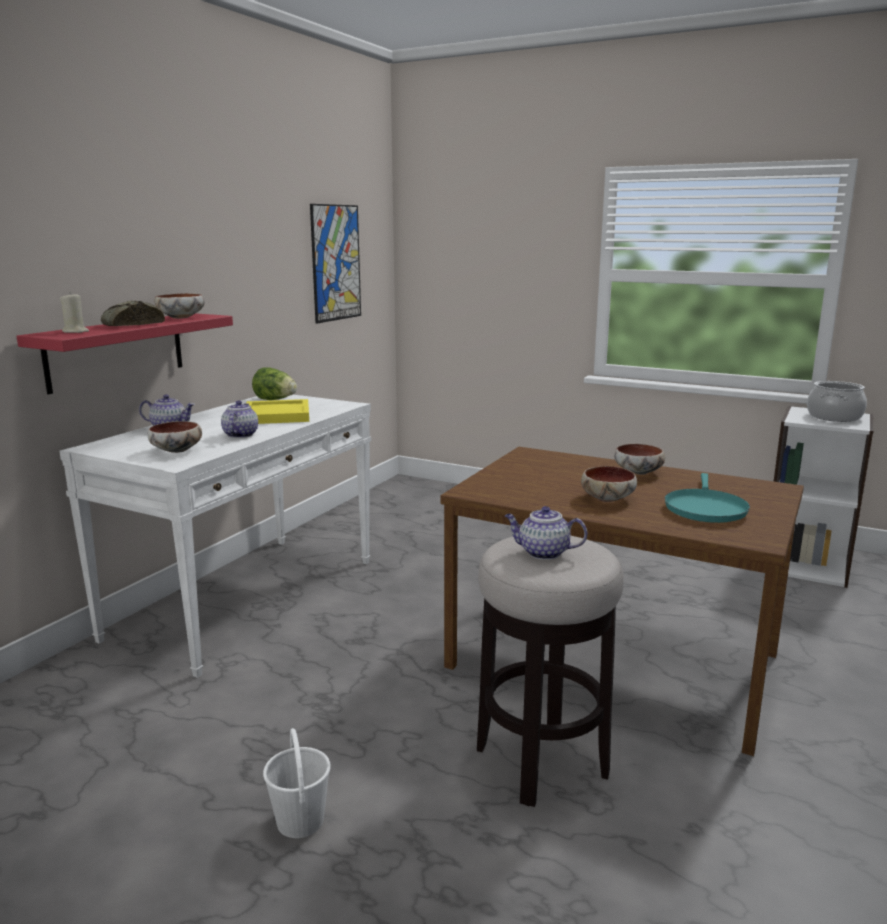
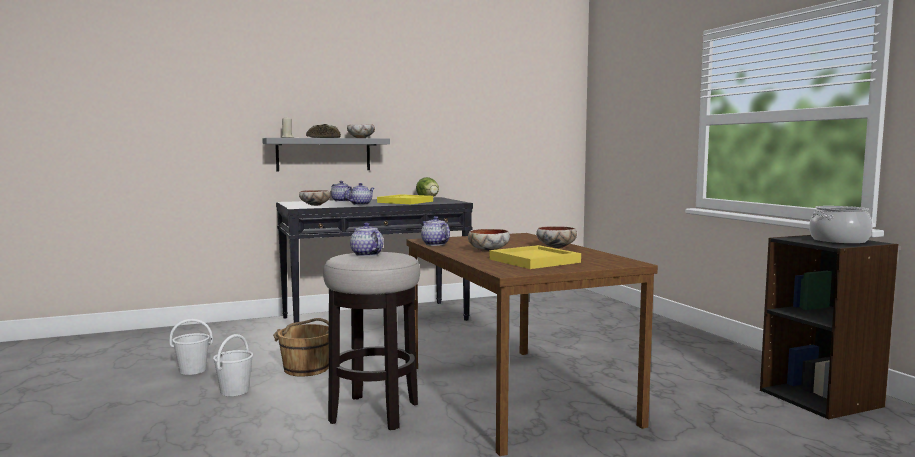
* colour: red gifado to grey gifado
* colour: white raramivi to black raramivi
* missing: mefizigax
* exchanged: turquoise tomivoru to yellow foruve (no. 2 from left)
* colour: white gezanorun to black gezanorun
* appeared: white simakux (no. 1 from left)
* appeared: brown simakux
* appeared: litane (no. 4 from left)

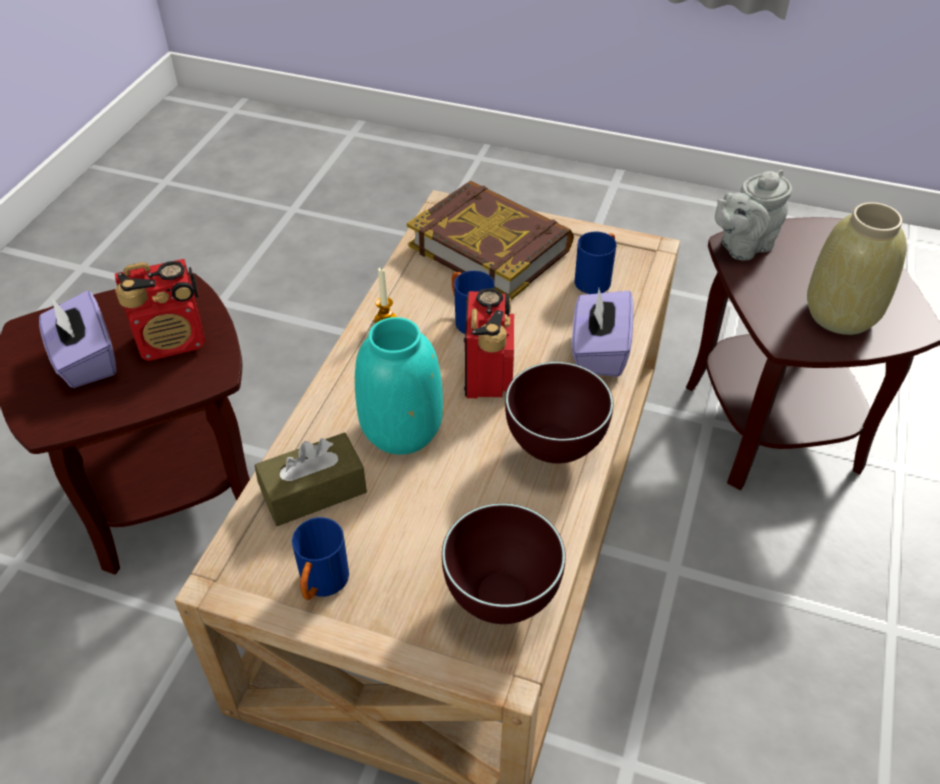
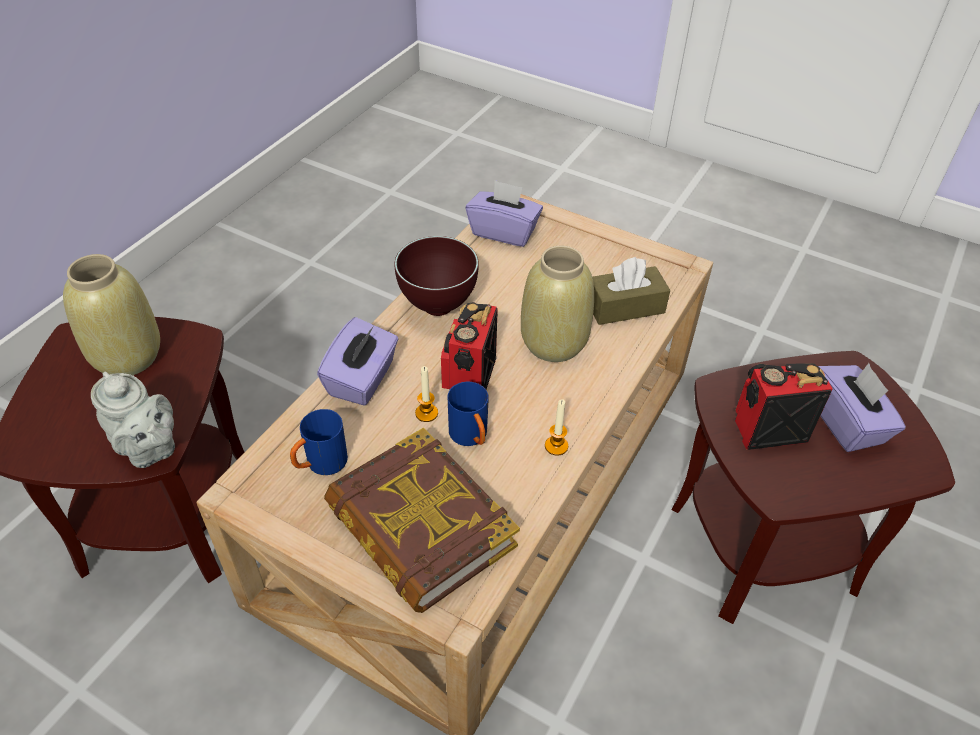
* missing: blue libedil (no. 1 from left)
* colour: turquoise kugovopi to beige kugovopi (no. 2 from left)
* exchanged: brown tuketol (no. 1 from left) to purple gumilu (no. 2 from left)
* spun: grey litane 60 degrees clockwise
* appeared: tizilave (no. 1 from left)

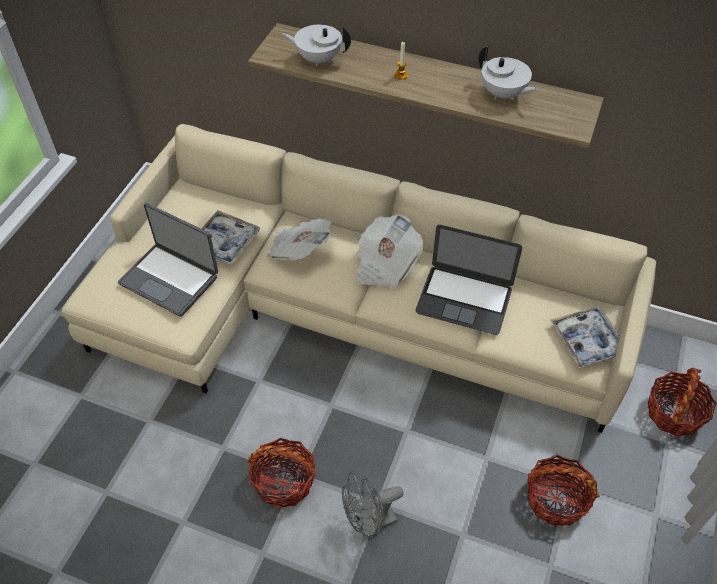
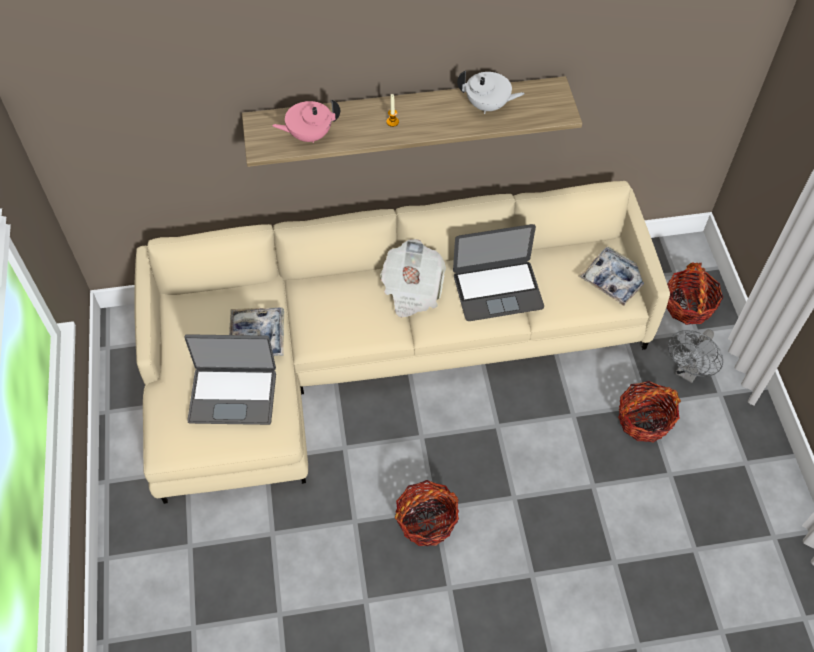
* missing: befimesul (no. 1 from left)
* colour: white litane (no. 1 from left) to pink litane
* relocated: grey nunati

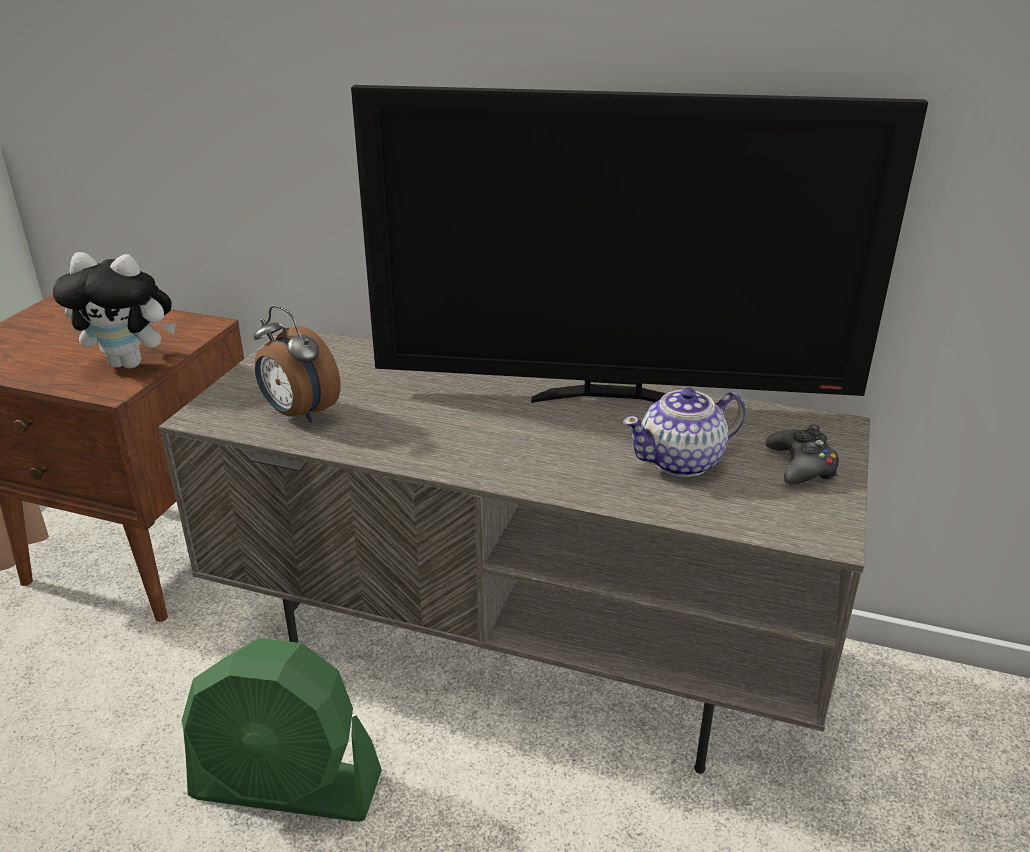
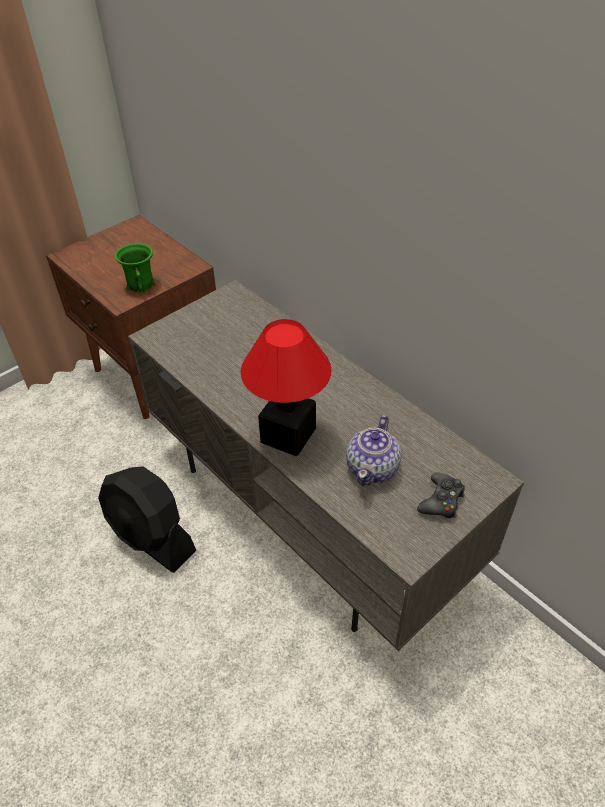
* exchanged: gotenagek to green libedil
* colour: green nunati to black nunati
* missing: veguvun
* missing: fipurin
* spun: litane 75 degrees counterclockwise
* appeared: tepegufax

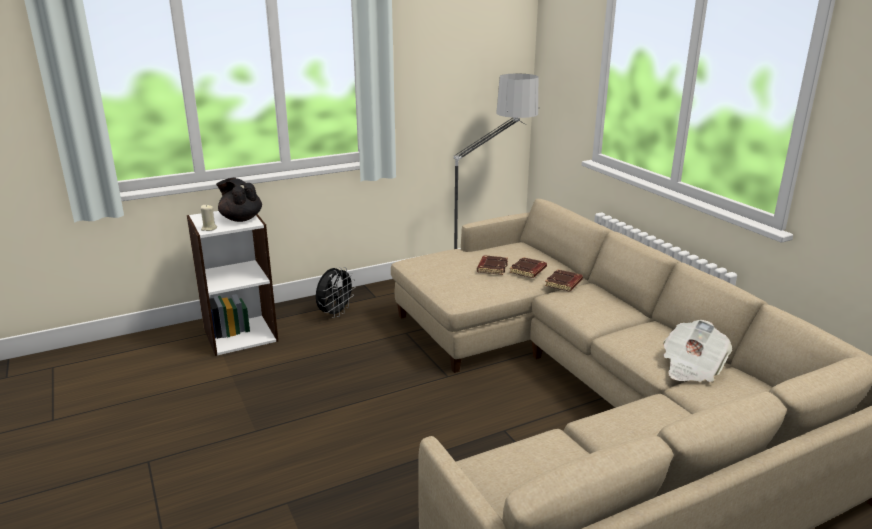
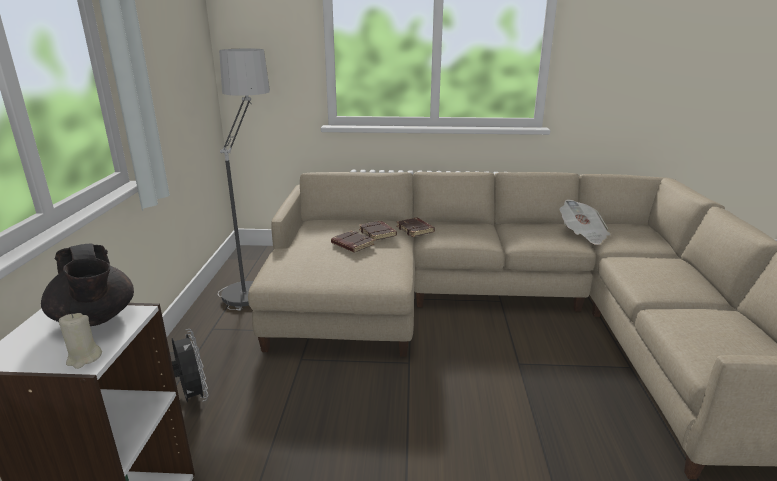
* spun: black litane 105 degrees counterclockwise

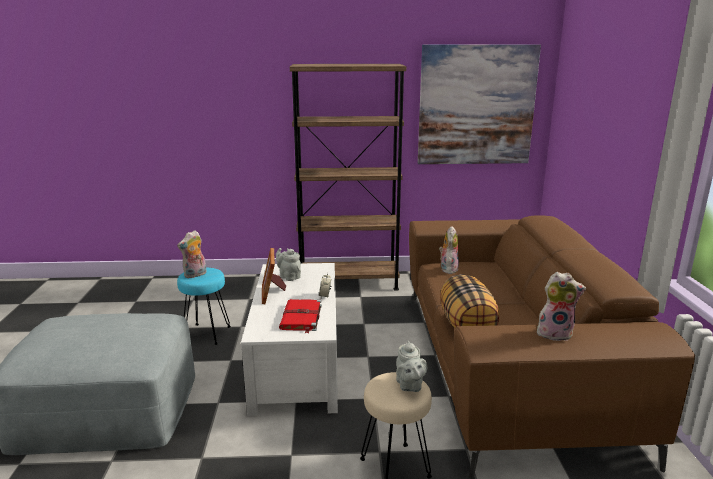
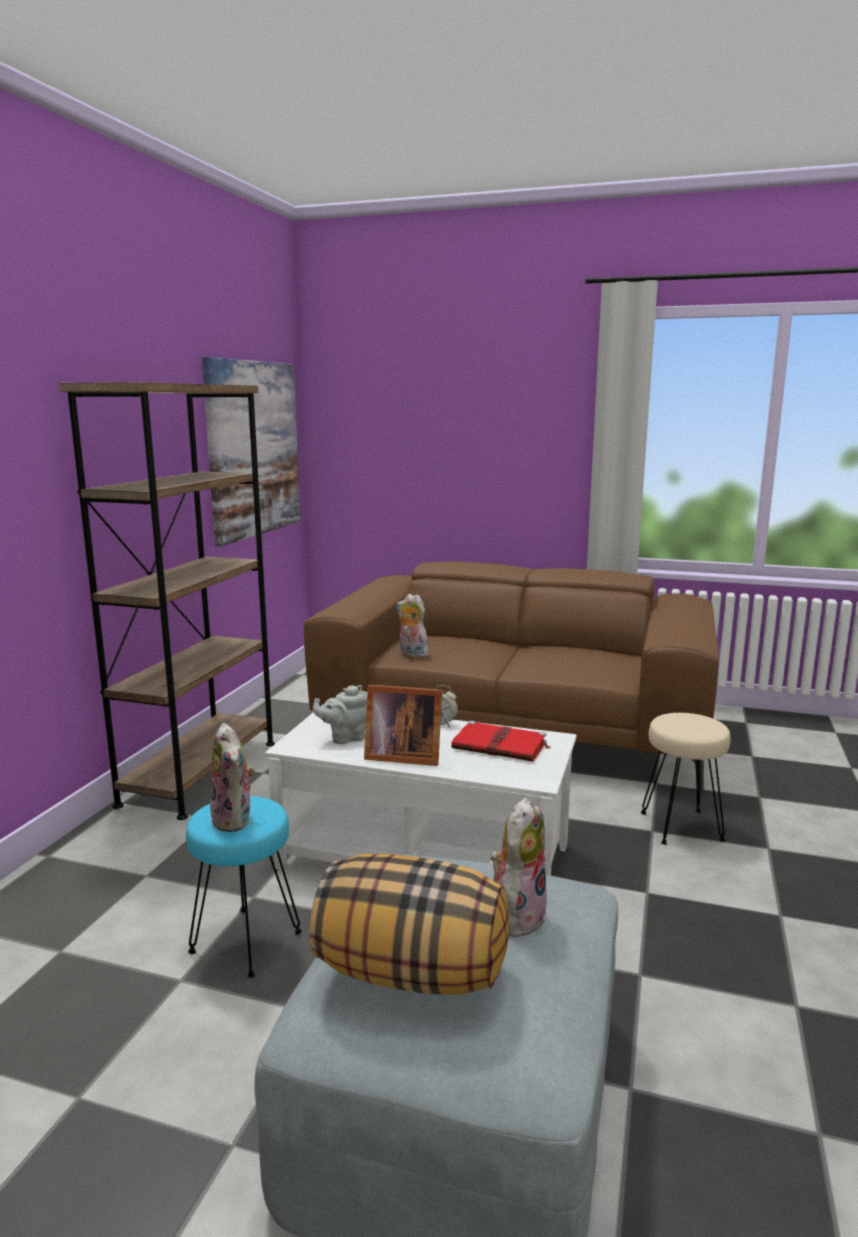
* missing: grey litane (no. 2 from left)
* relocated: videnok
* relocated: gotenagek (no. 3 from left)

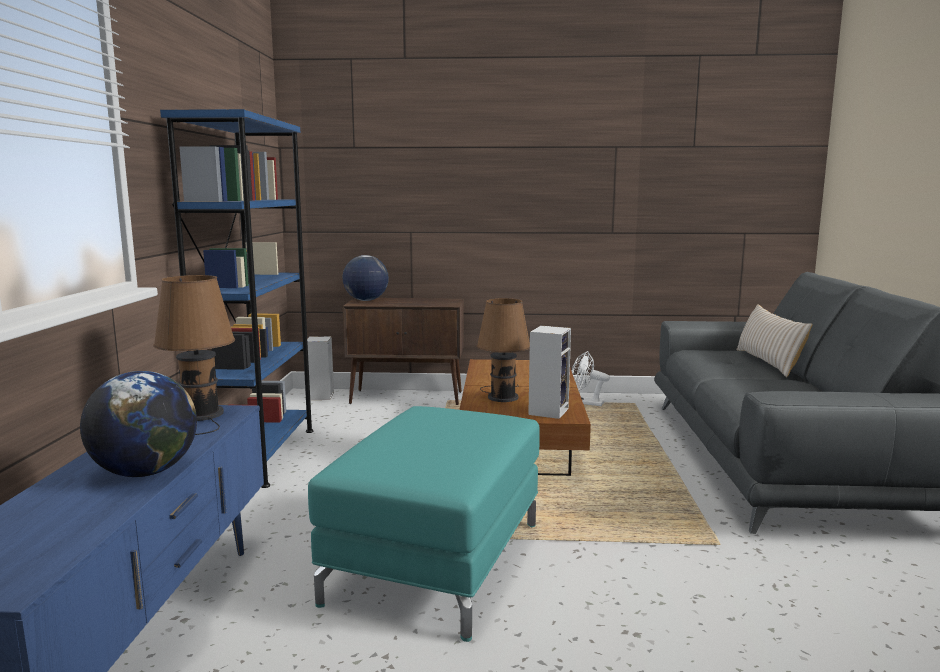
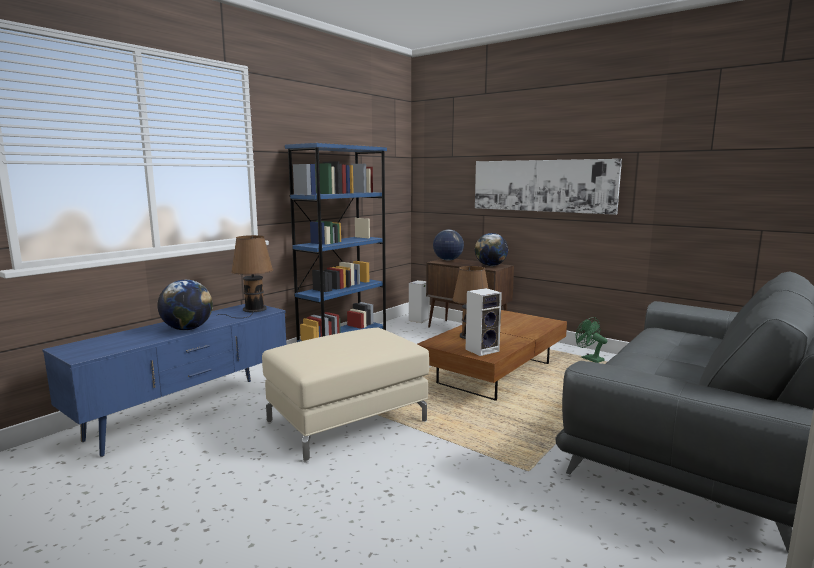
* colour: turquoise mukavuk to beige mukavuk
* colour: white nunati to green nunati
* missing: beige videnok
* appeared: mefizigax
* appeared: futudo (no. 3 from left)

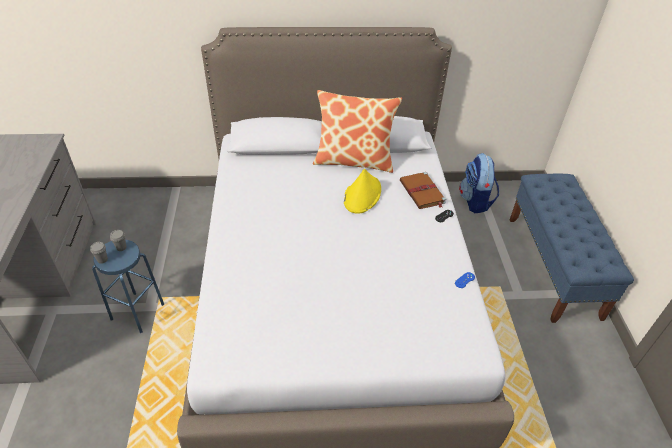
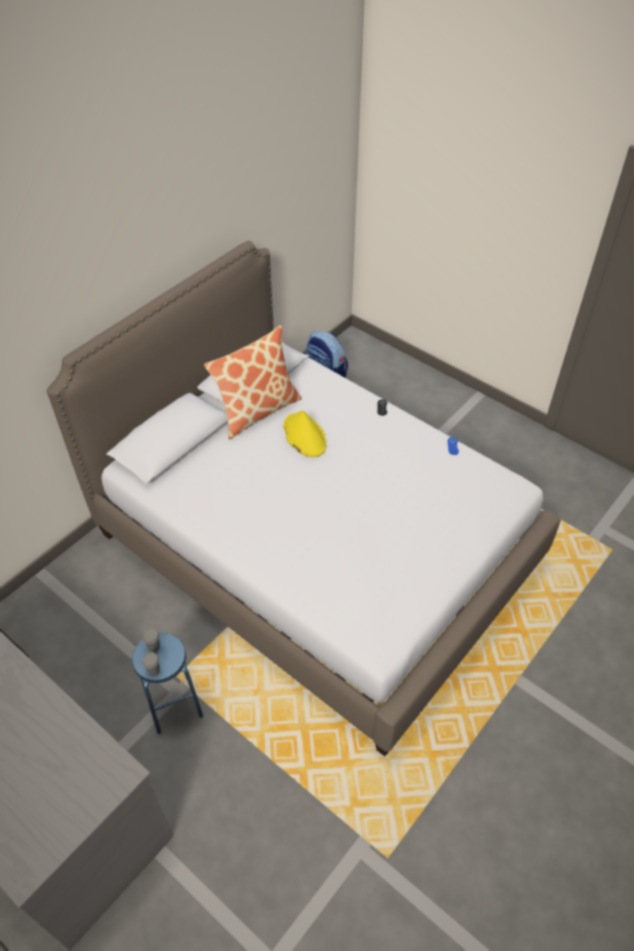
* missing: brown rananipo
* missing: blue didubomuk

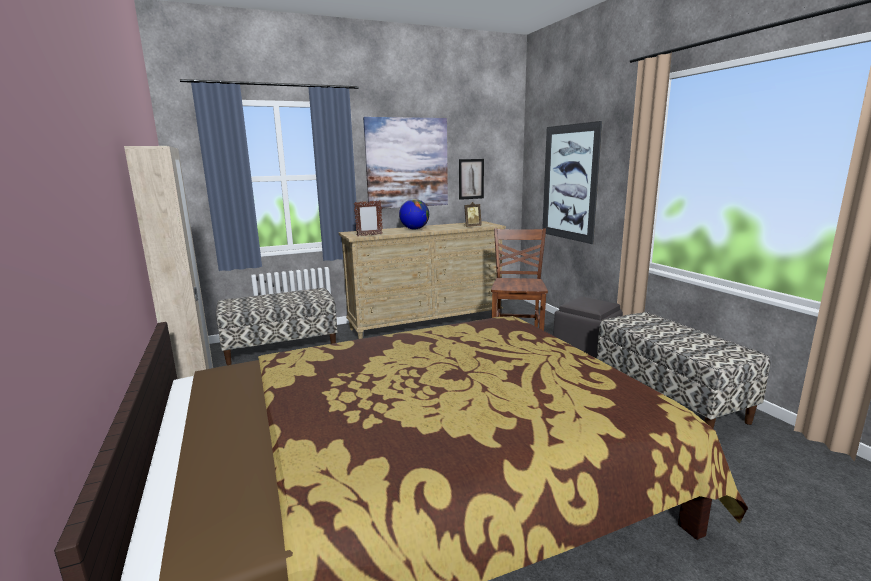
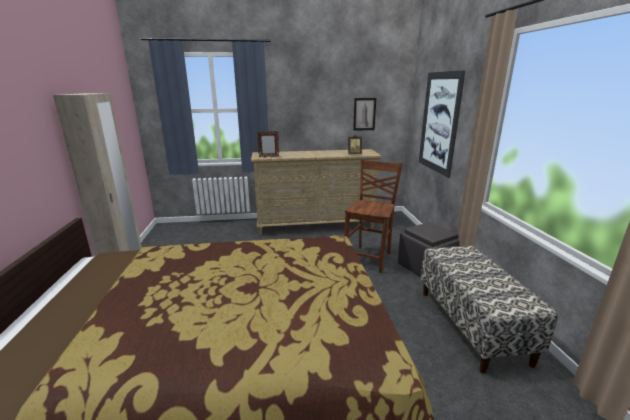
* missing: didubomuk (no. 1 from left)
* missing: mefizigax (no. 1 from left)
* missing: futudo

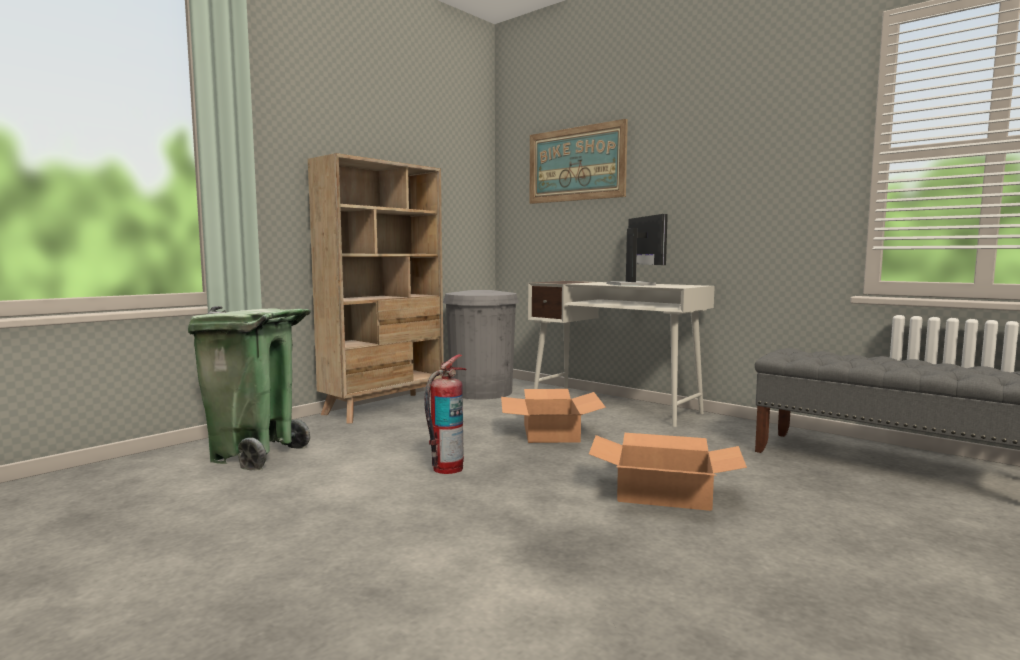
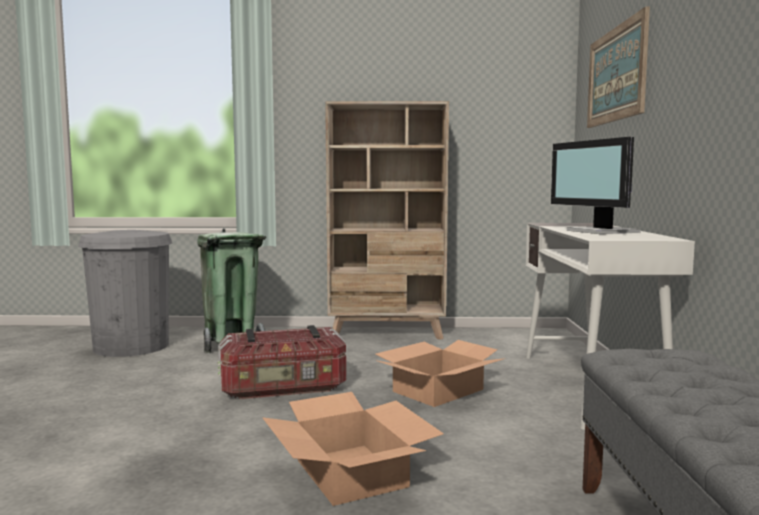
* exchanged: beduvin to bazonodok
* relocated: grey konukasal
* spun: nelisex 120 degrees clockwise

